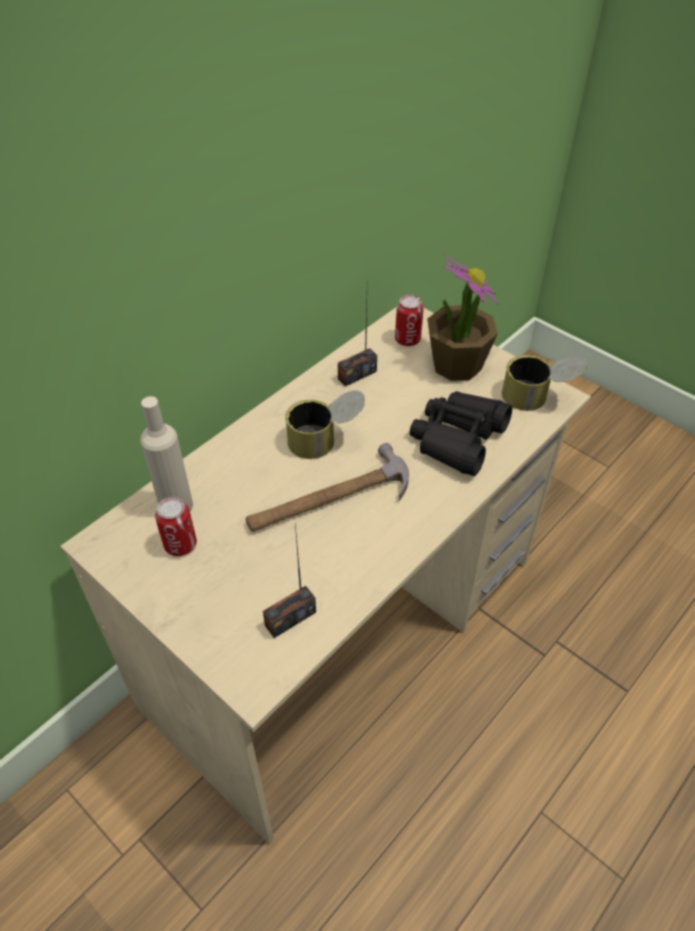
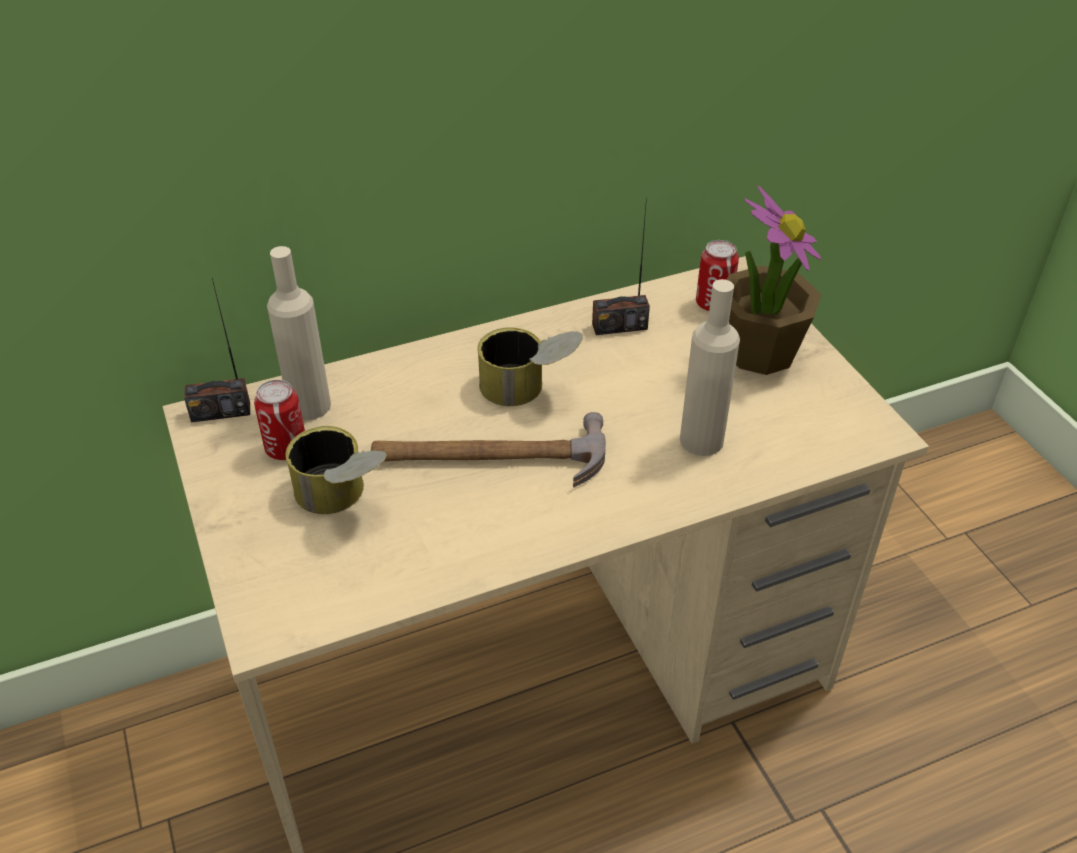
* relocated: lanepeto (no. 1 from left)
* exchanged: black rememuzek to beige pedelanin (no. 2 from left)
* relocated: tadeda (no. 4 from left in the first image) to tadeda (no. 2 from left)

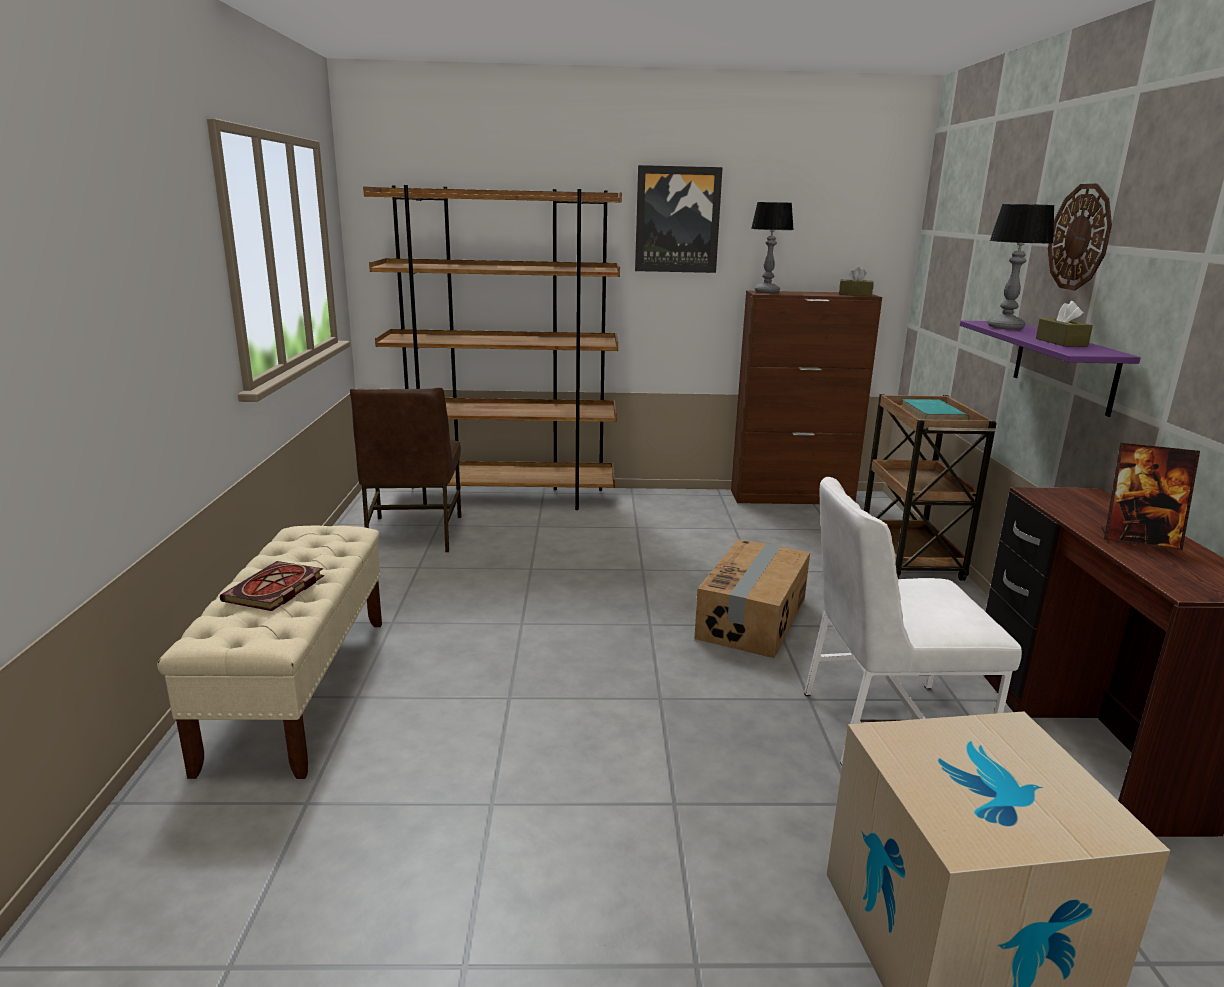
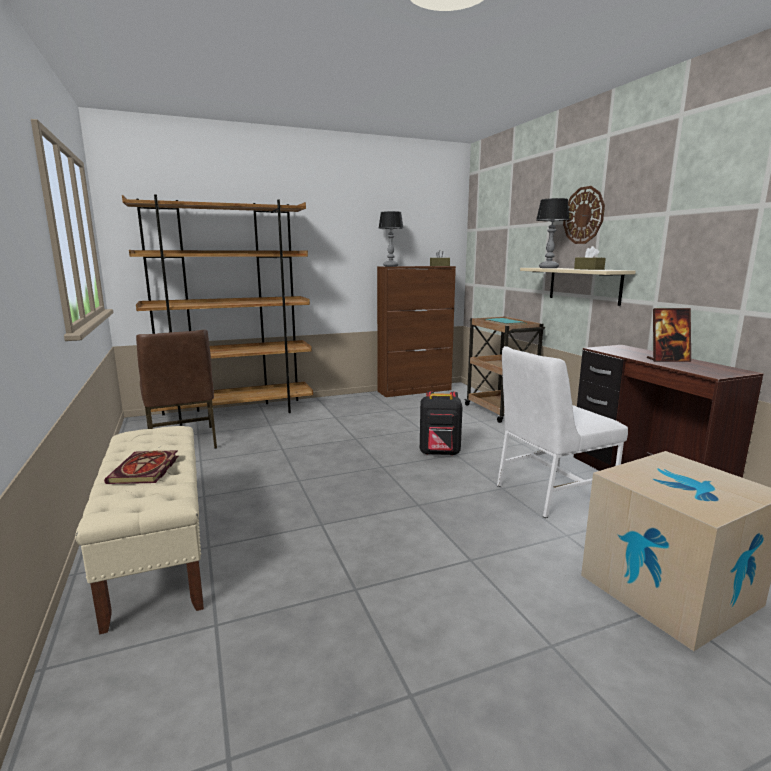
* missing: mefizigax
* exchanged: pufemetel (no. 1 from left) to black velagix
* colour: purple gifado to beige gifado

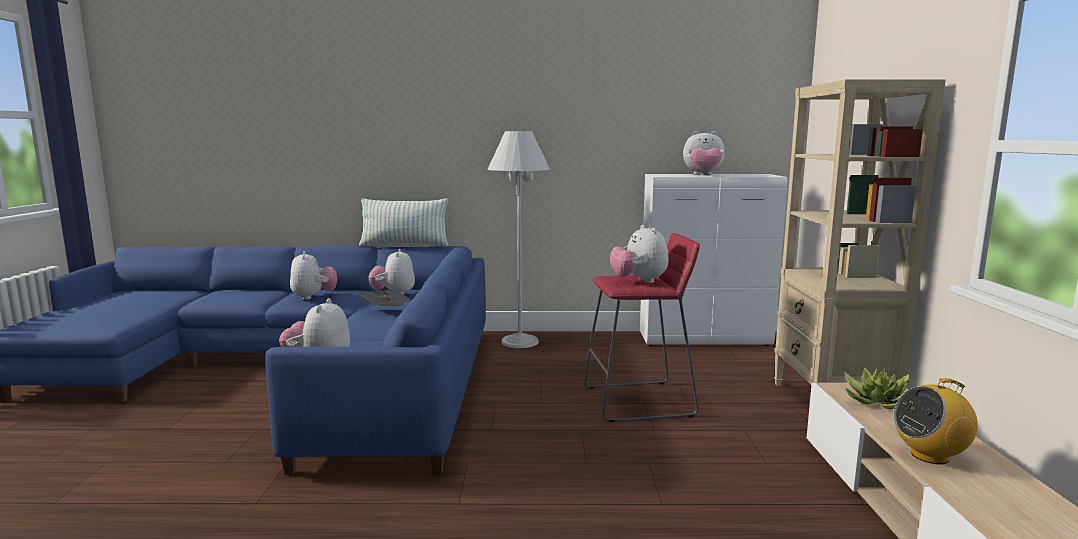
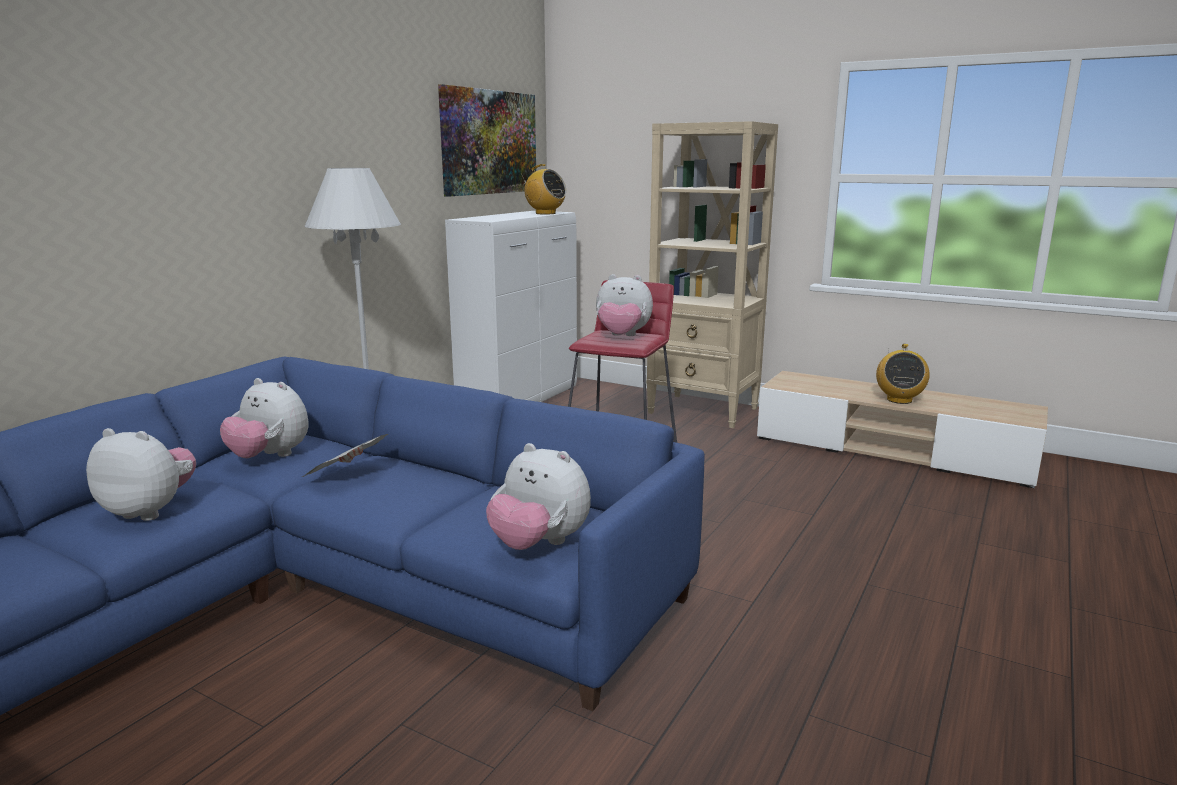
* missing: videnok
* missing: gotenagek (no. 5 from left)
* missing: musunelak
* appeared: mefizigax
* appeared: lanepeto (no. 1 from left)

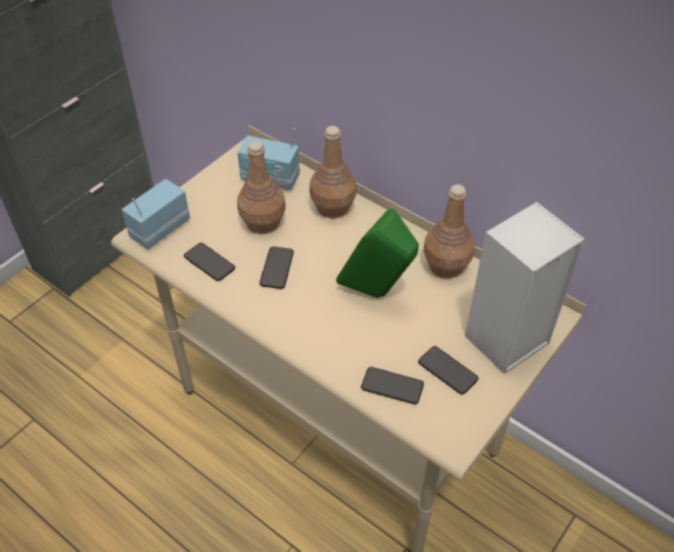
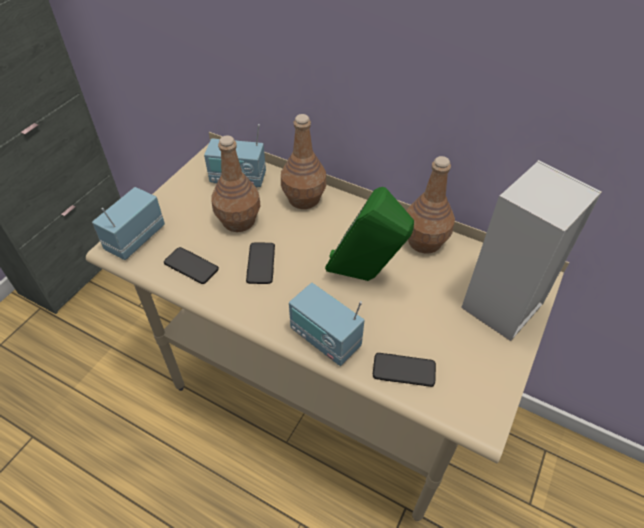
* missing: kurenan (no. 4 from left)
* appeared: lanepeto (no. 3 from left)

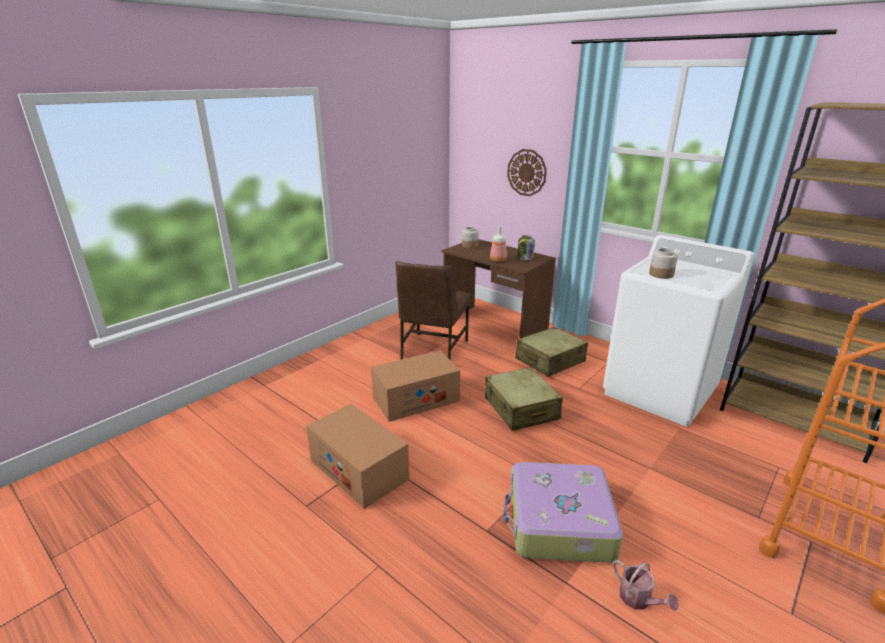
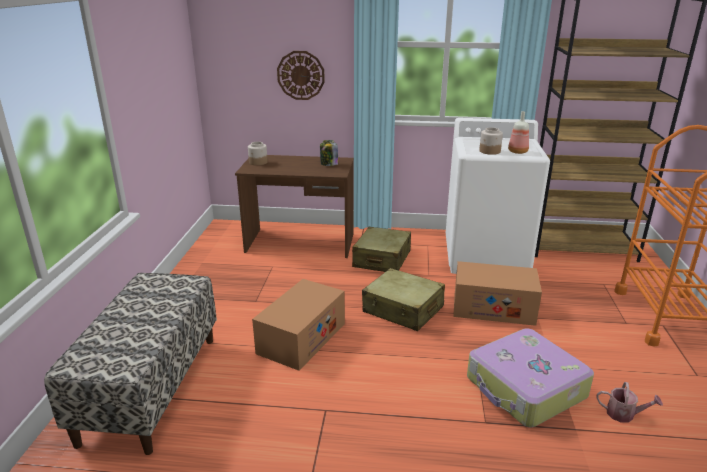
* relocated: pufemetel (no. 1 from left in the first image) to pufemetel (no. 2 from left)
* missing: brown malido
* relocated: pedelanin
* appeared: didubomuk

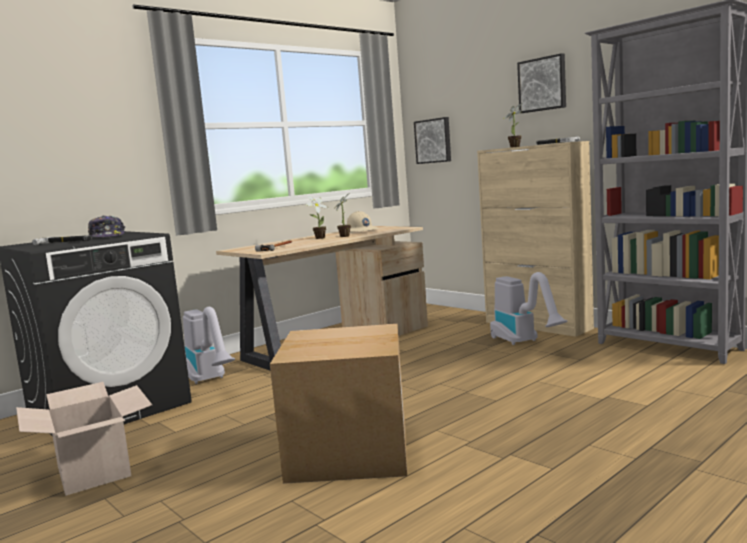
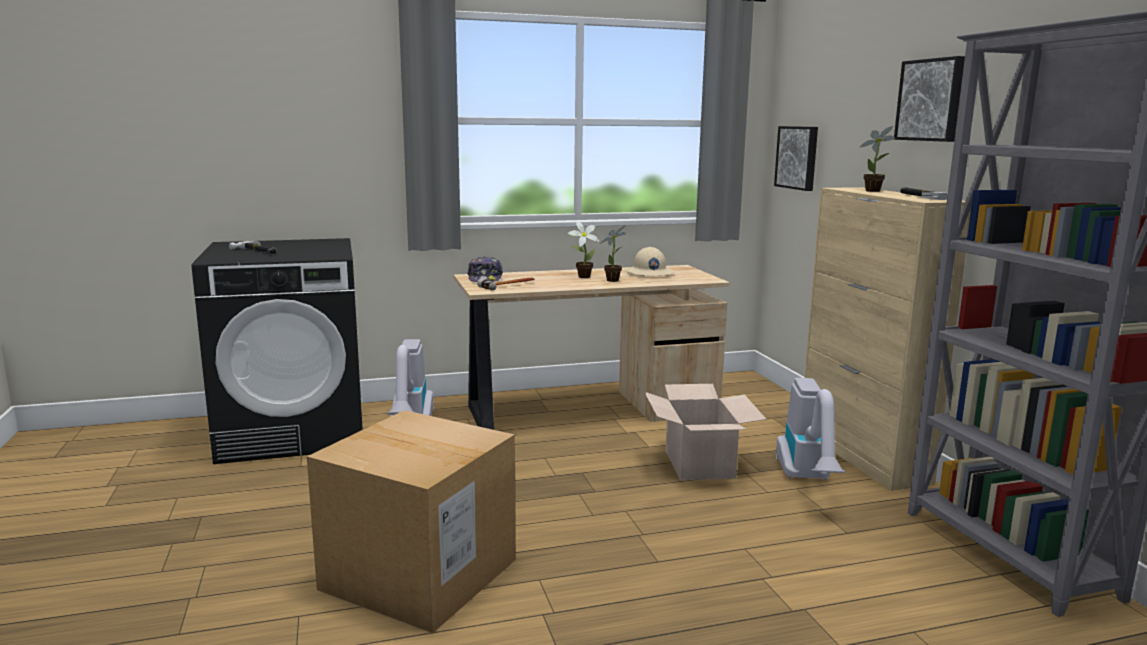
* relocated: pufemetel (no. 1 from left in the first image) to pufemetel (no. 2 from left)
* relocated: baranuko

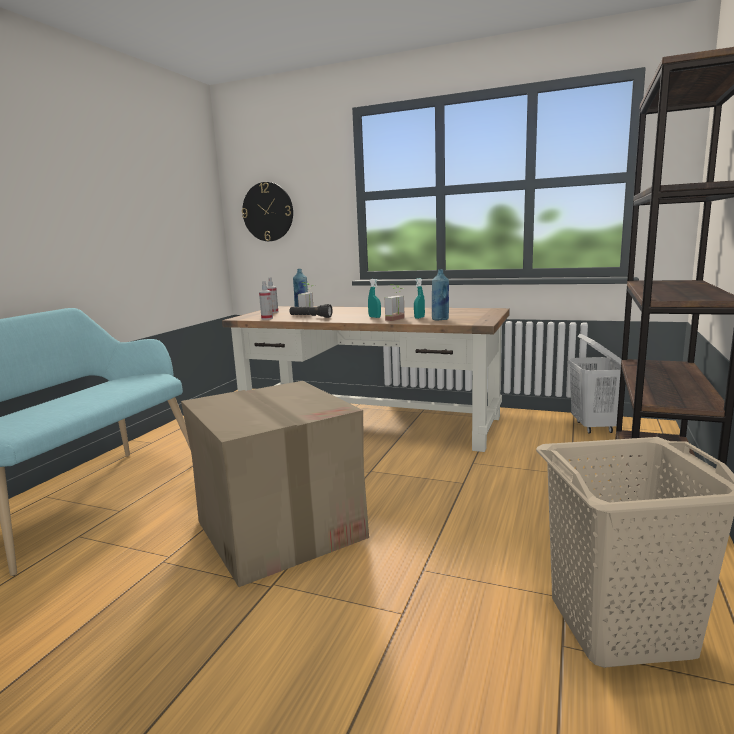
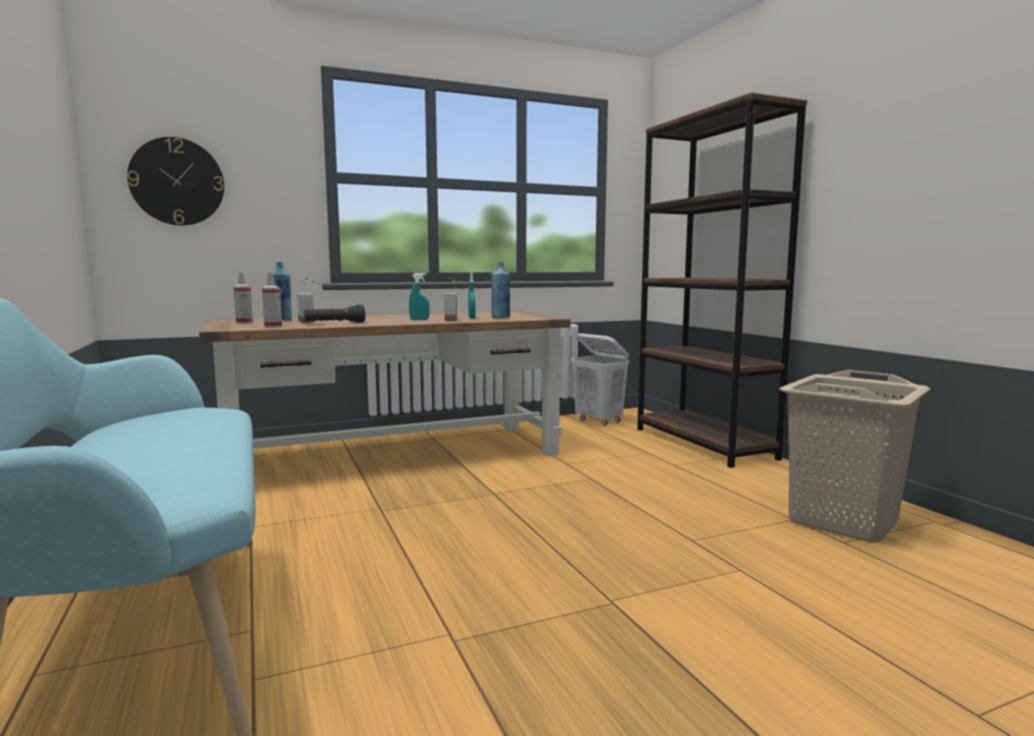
* missing: pufemetel

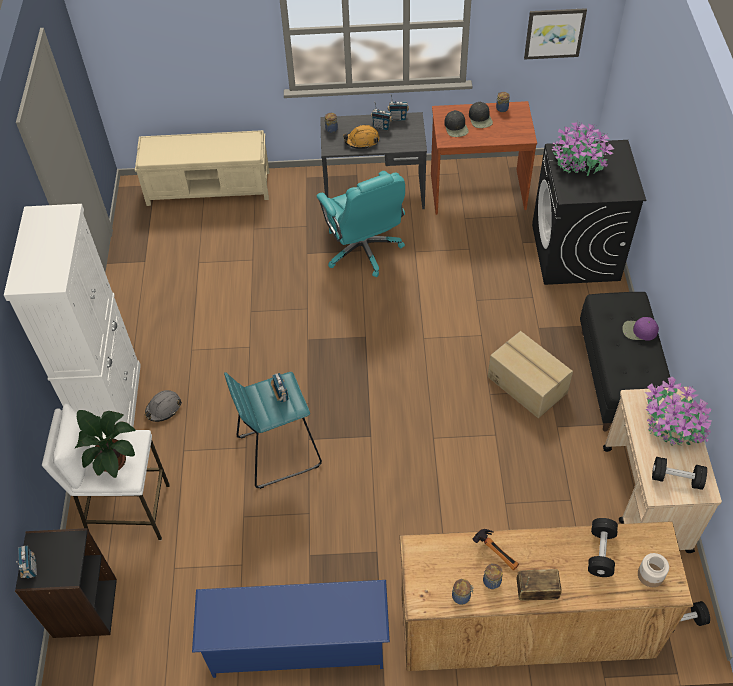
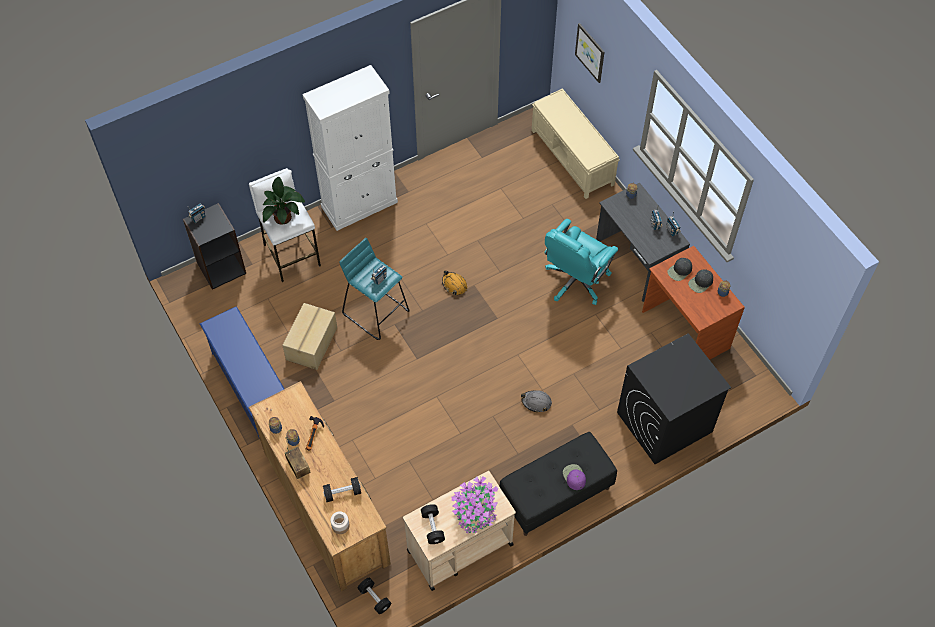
* relocated: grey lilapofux
* relocated: orange lilapofux
* relocated: pufemetel
* relocated: mefizigax
* missing: musunelak (no. 2 from left)

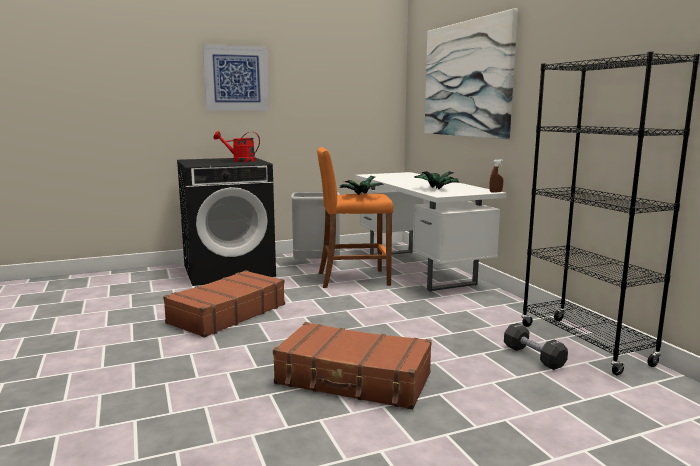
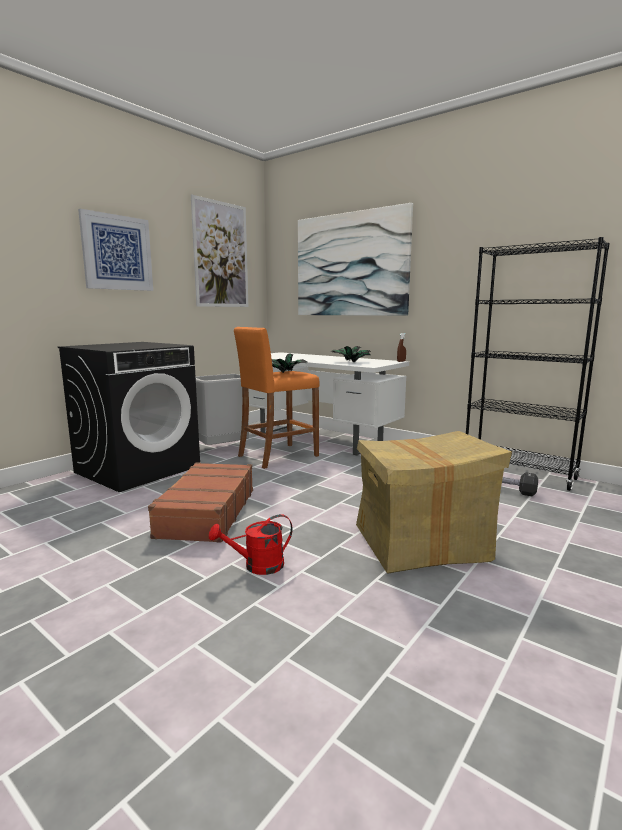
* relocated: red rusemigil
* exchanged: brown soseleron (no. 2 from left) to pufemetel
* appeared: mefizigax (no. 2 from left)

